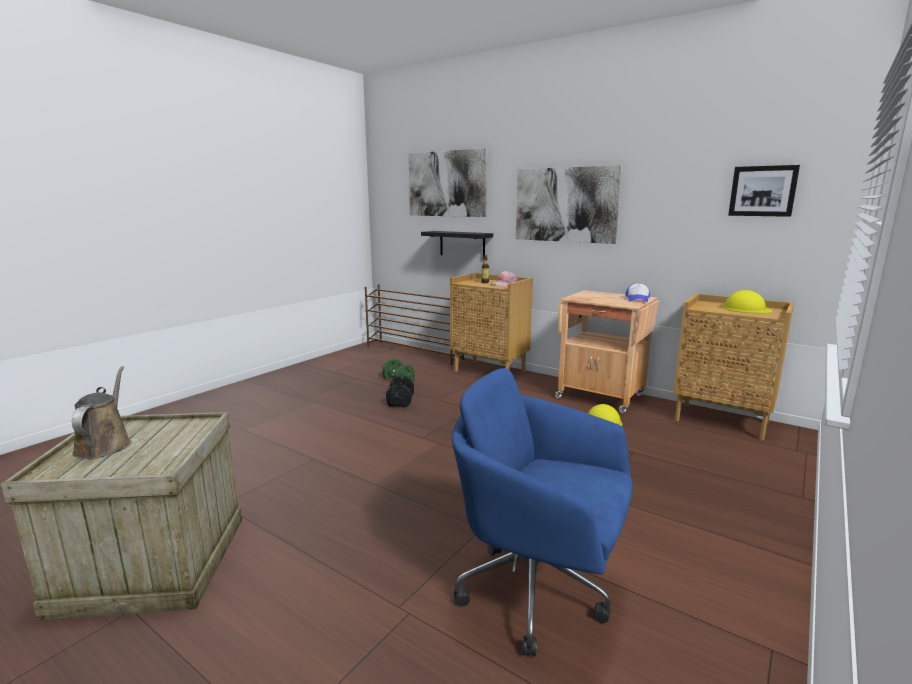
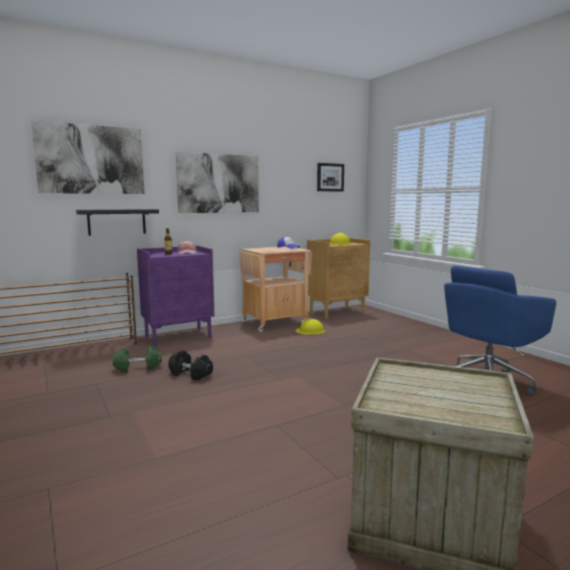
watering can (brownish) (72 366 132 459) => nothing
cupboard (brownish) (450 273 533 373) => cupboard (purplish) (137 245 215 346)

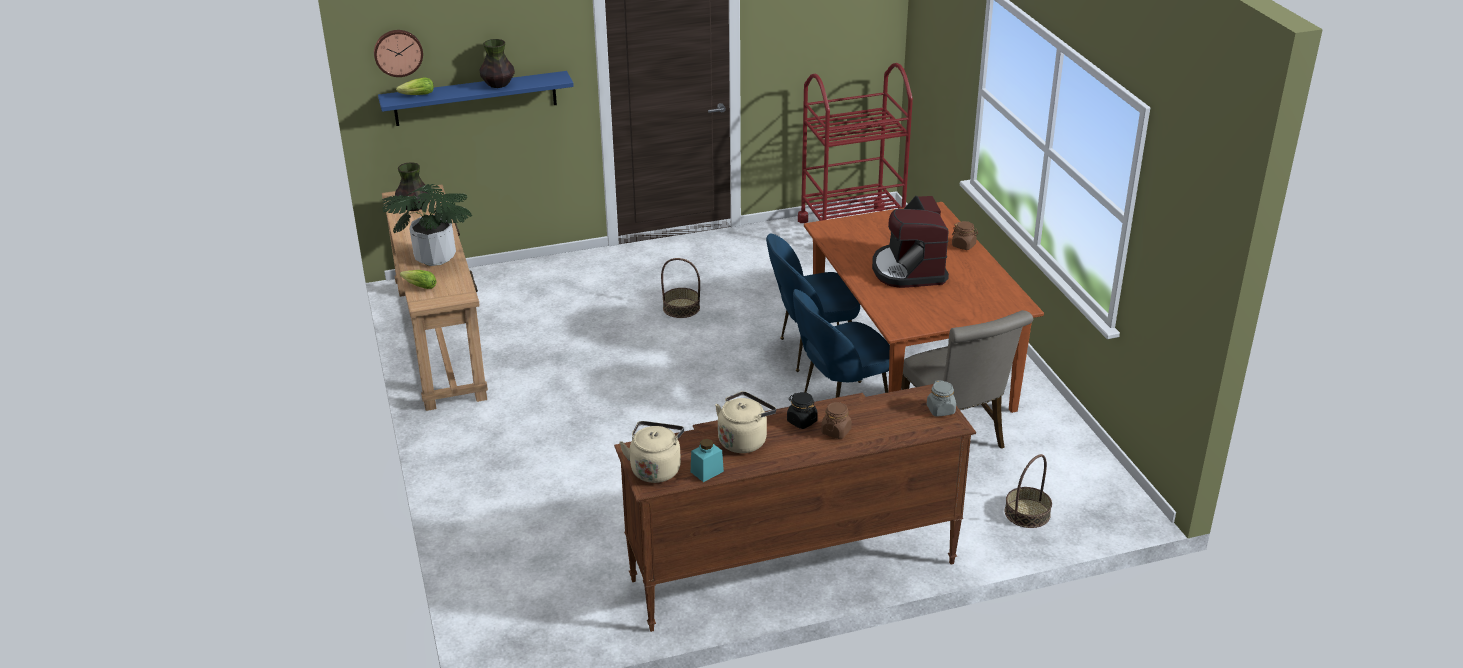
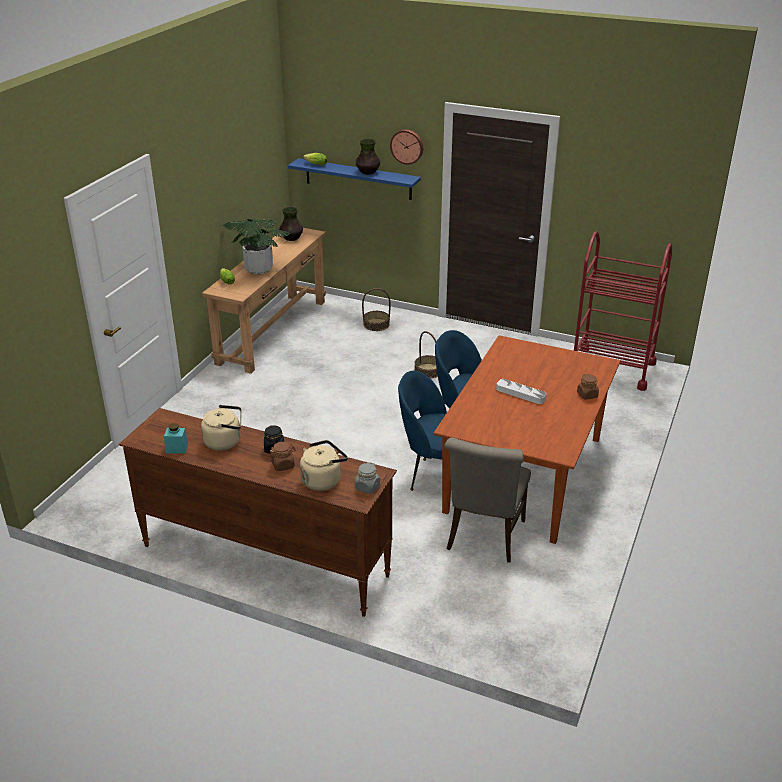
clock on the wall (374 30 423 77) => clock on the wall (390 130 423 165), moved
water kettle (beige) (619 421 684 483) => water kettle (beige) (300 440 348 491), moved
basket (1005 454 1052 528) => basket (362 288 391 331), moved
coffee maker (872 196 949 288) => serving tray (white-coloured) (496 379 547 404)

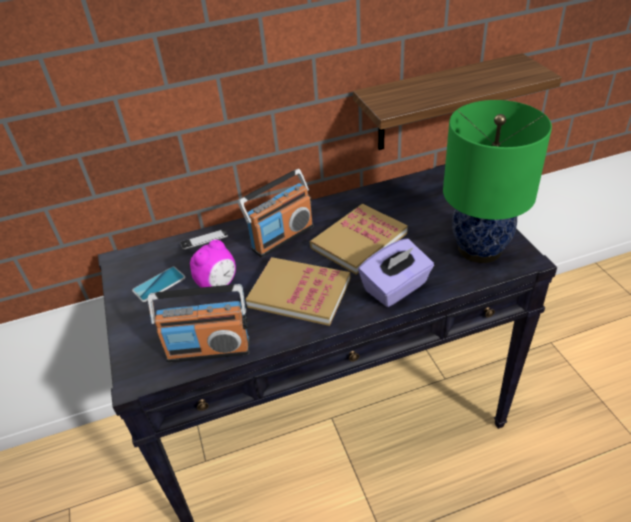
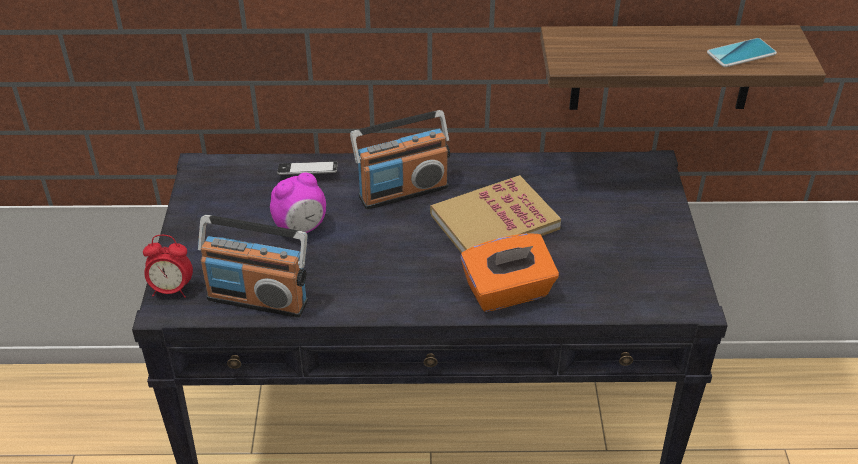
book (246 257 350 326) => nothing
lamp for a table (green) (443 100 552 263) => nothing
nothing => alarm clock (143 235 193 298)
telephone (132 267 185 302) => telephone (707 38 777 67), moved
tissue holder (purplish) (358 238 434 307) => tissue holder (orangey) (461 233 559 312)

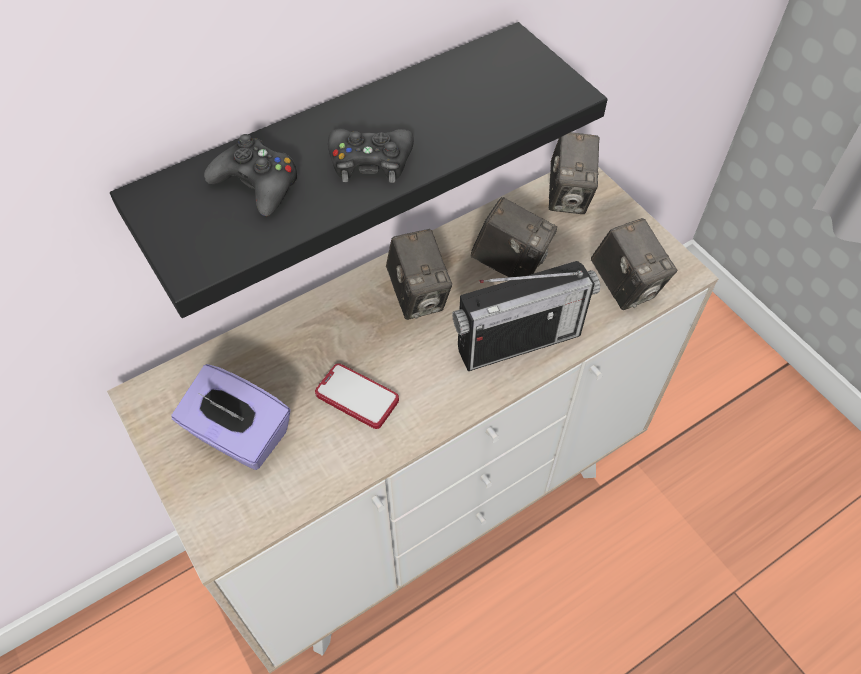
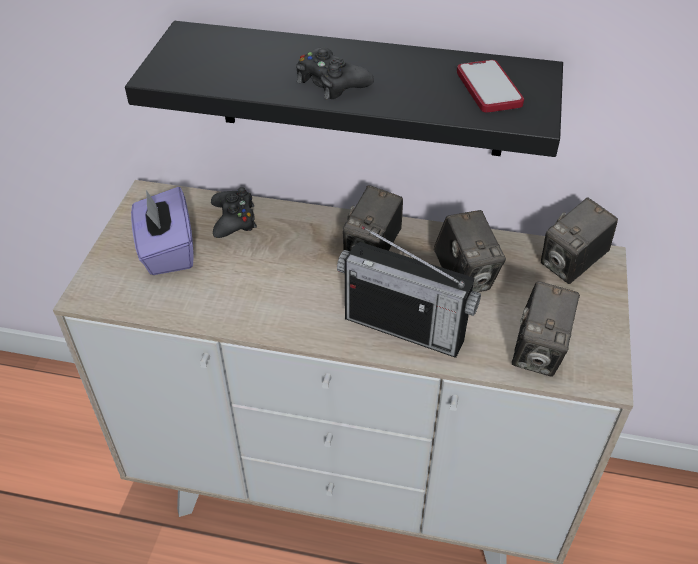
joypad (black-coloured) (204 134 298 216) => joypad (black-coloured) (211 187 257 238), moved
telephone (315 363 399 429) => telephone (457 60 524 113), moved

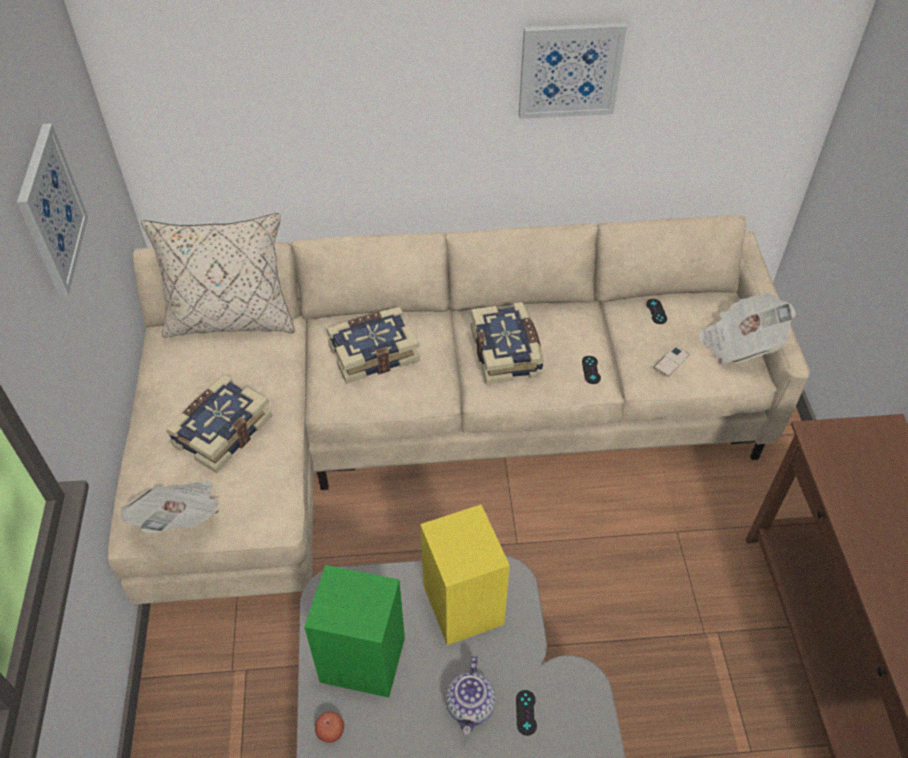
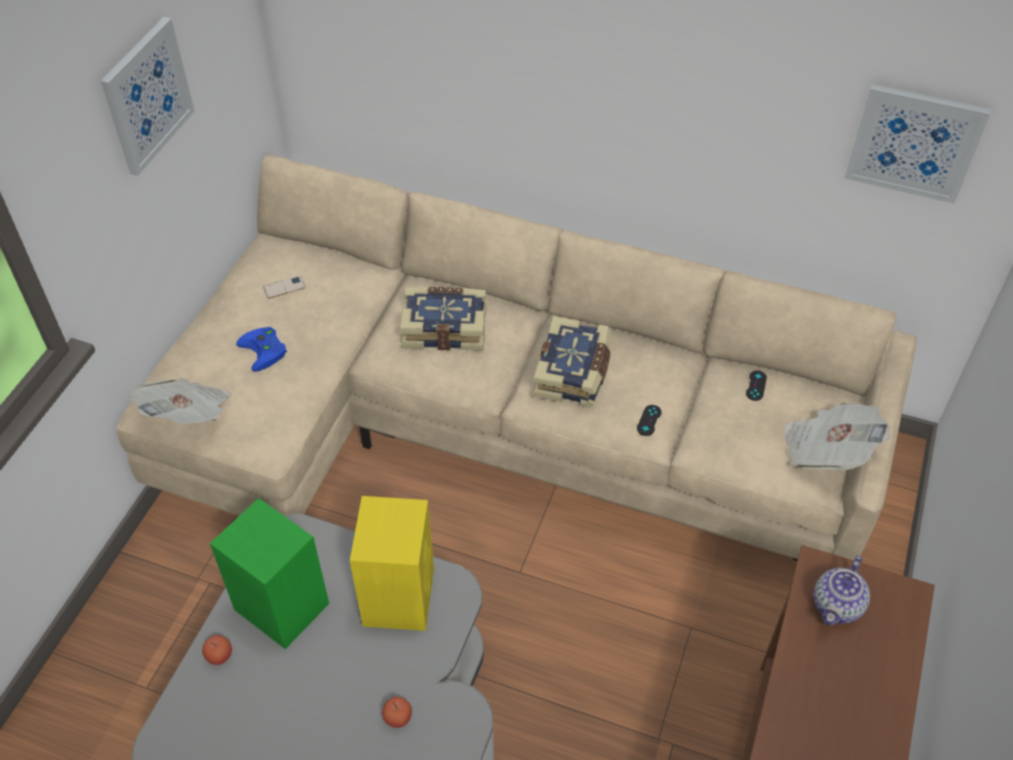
throw pillow (beige) (141 213 295 338) => nothing
teapot (446 655 496 735) => teapot (814 556 870 626), moved
wall picture (519 22 627 119) => wall picture (844 84 991 204), moved
telephone (654 346 690 377) => telephone (263 276 306 299), moved
book (166 375 272 473) => joypad (blue) (236 327 287 371)
joypad (black-coloured) (516 690 537 736) => apple fruit (382 697 412 728)

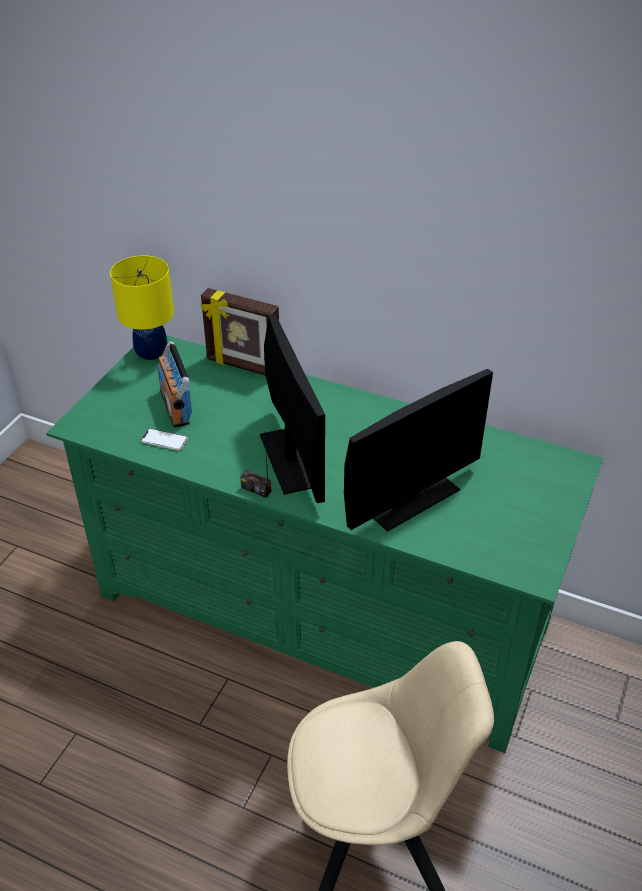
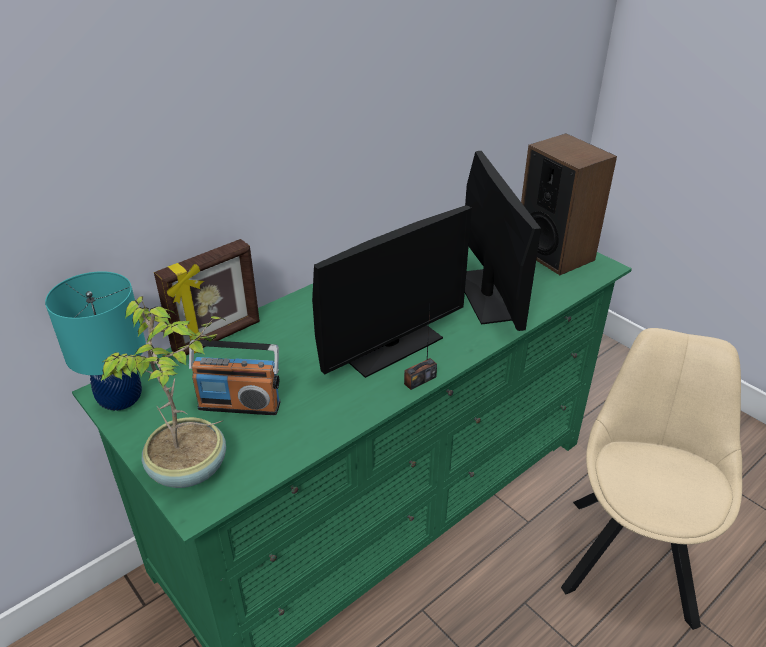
telephone (140 428 188 451) => nothing
nothing => houseplant (100 296 226 488)
nothing => loudspeaker (521 133 617 275)
lamp for a table (yellow) (110 255 174 360) => lamp for a table (blue-green) (45 271 146 411)
computer display (260 314 325 503) => computer display (312 205 472 378), 135 degrees clockwise

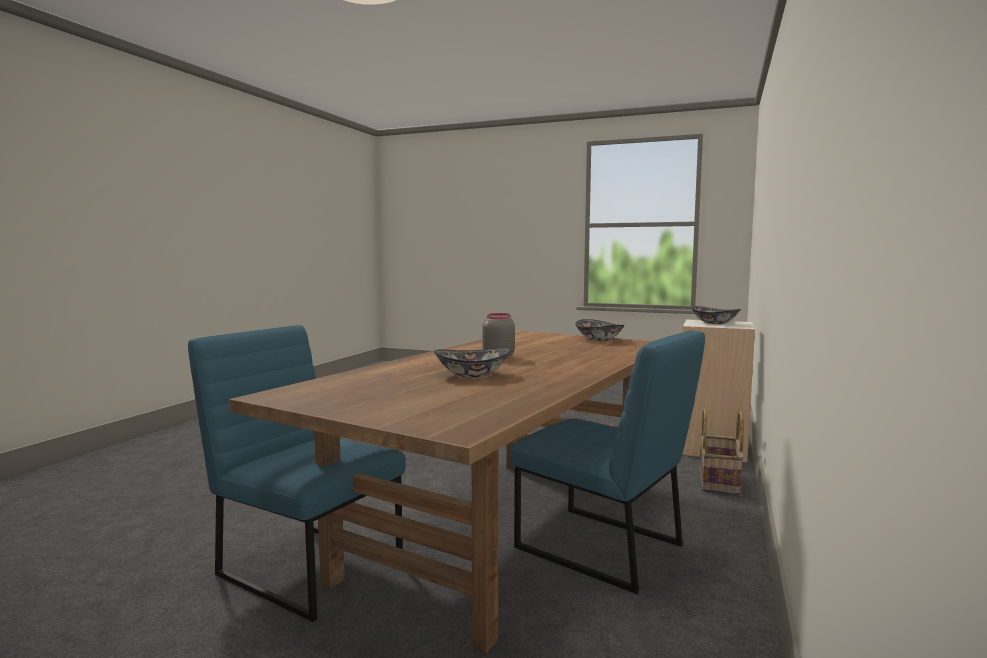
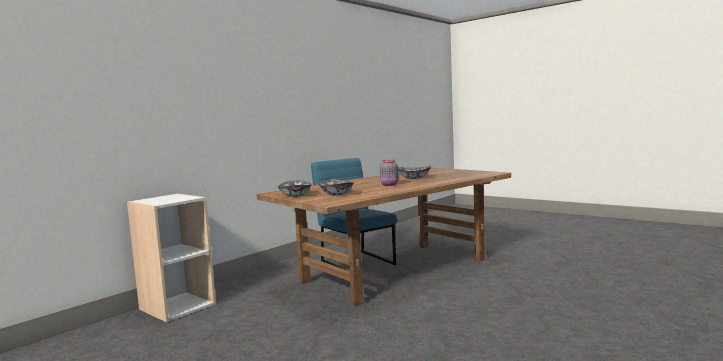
chair (blue) (188 325 406 622) => nothing
basket (700 409 744 495) => nothing
deep dish (691 306 741 324) => deep dish (319 179 354 195), moved

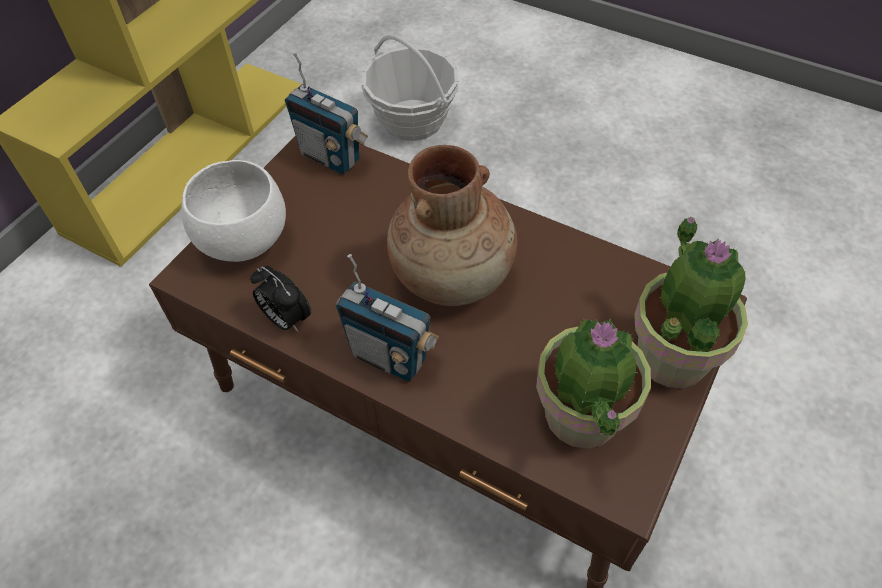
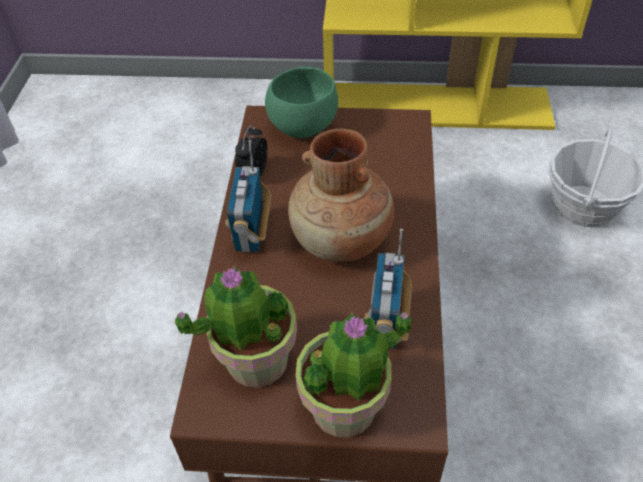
radio (285 53 368 174) => radio (364 229 412 349), moved
deep dish (white-coloured) (181 160 286 262) => deep dish (green) (265 67 338 138)

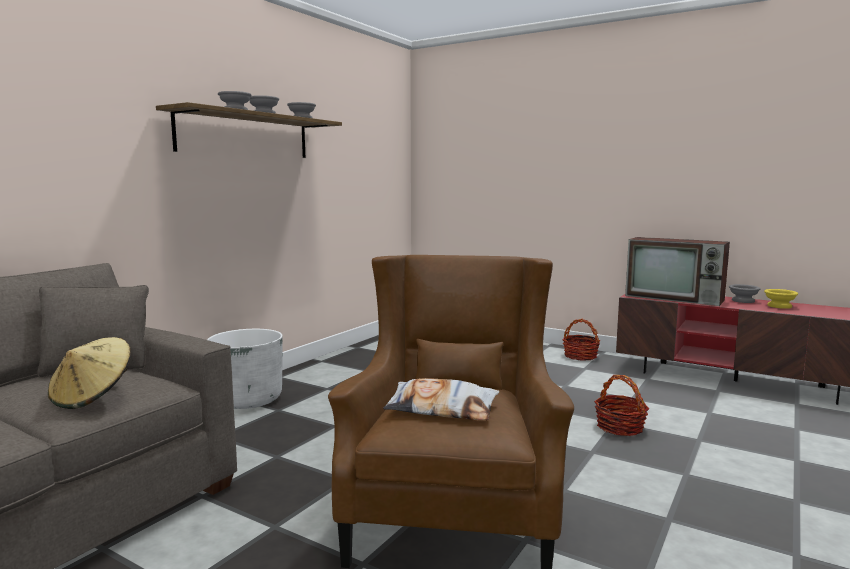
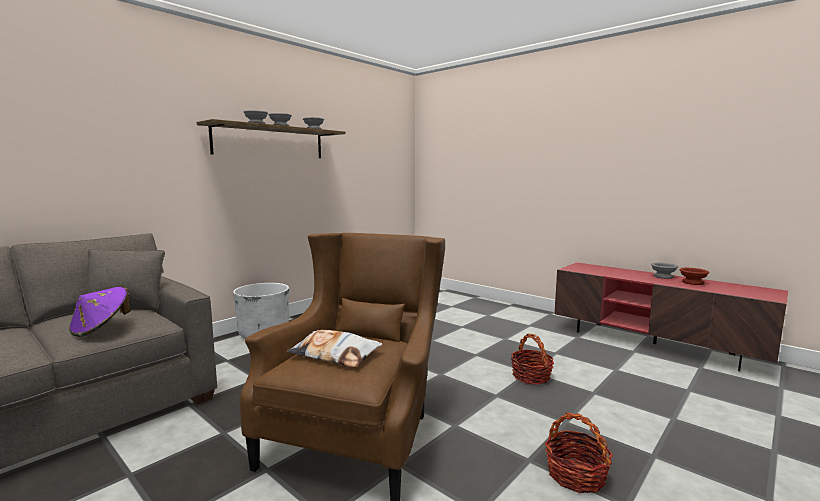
TV (625 237 730 306) => nothing
basket (562 319 600 361) => basket (545 412 613 493), moved
wearable hat (beige) (48 337 131 409) => wearable hat (purplish) (69 287 131 337)
deep dish (yellow) (764 289 798 309) => deep dish (brownish) (680 268 709 285)

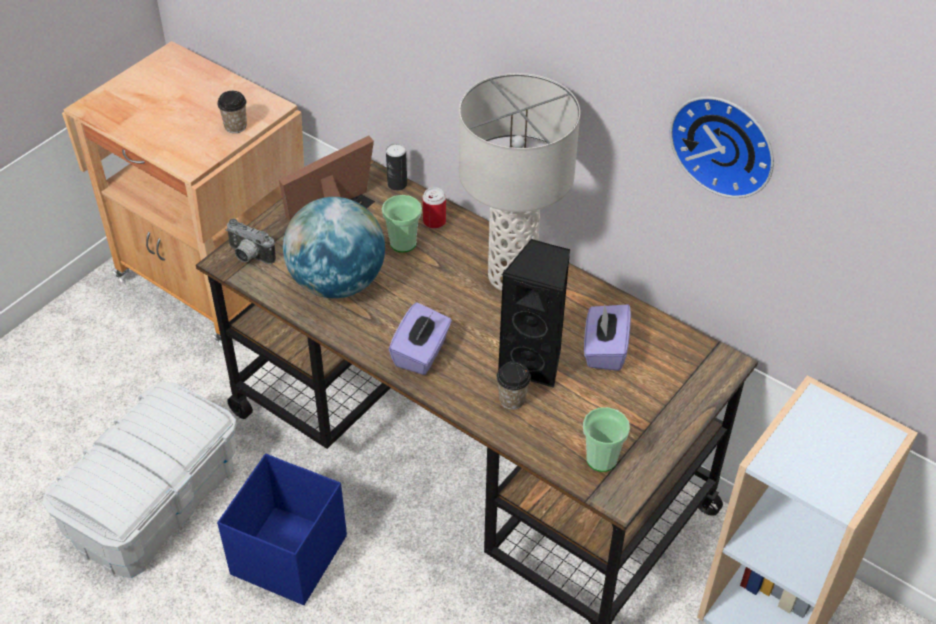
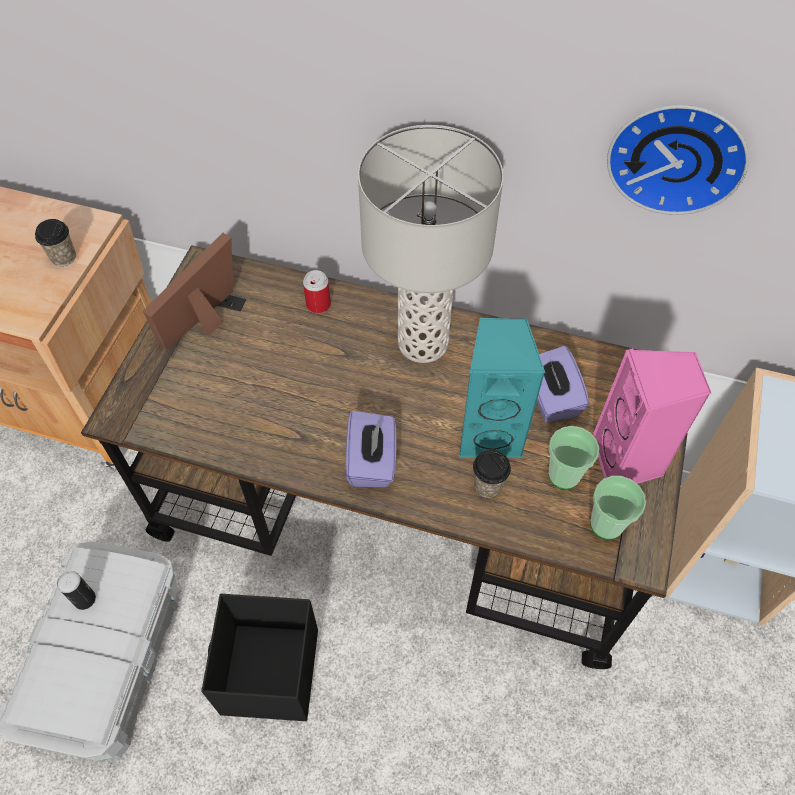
still camera (226 219 276 264) => nothing
globe (283 197 385 298) => nothing
nothing => loudspeaker (pinkish) (593 349 711 484)
drinking cup (382 195 422 253) => drinking cup (548 426 599 490), moved
metal can (386 143 407 191) => metal can (57 571 96 610), moved
storage box (blue) (217 454 347 605) => storage box (black-coloured) (201 594 318 721)
loudspeaker (black-coloured) (497 239 570 388) => loudspeaker (blue-green) (459 318 545 458)

